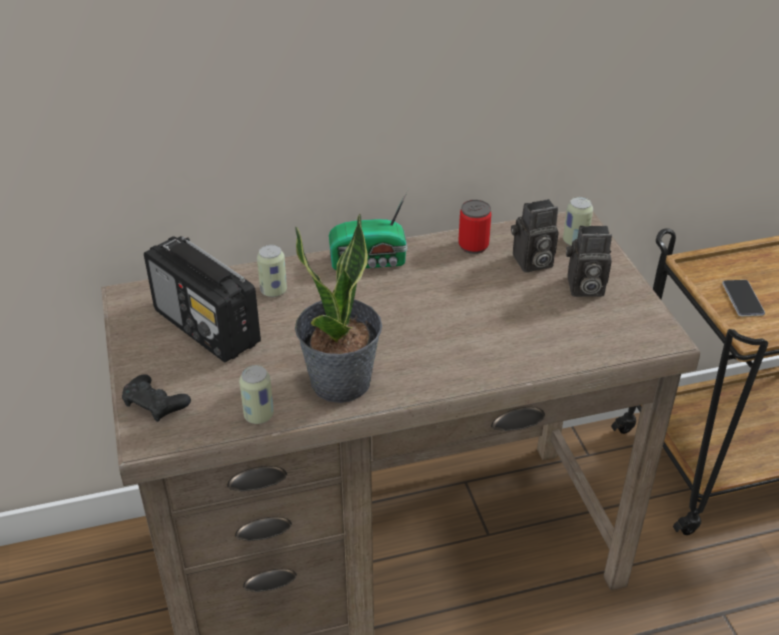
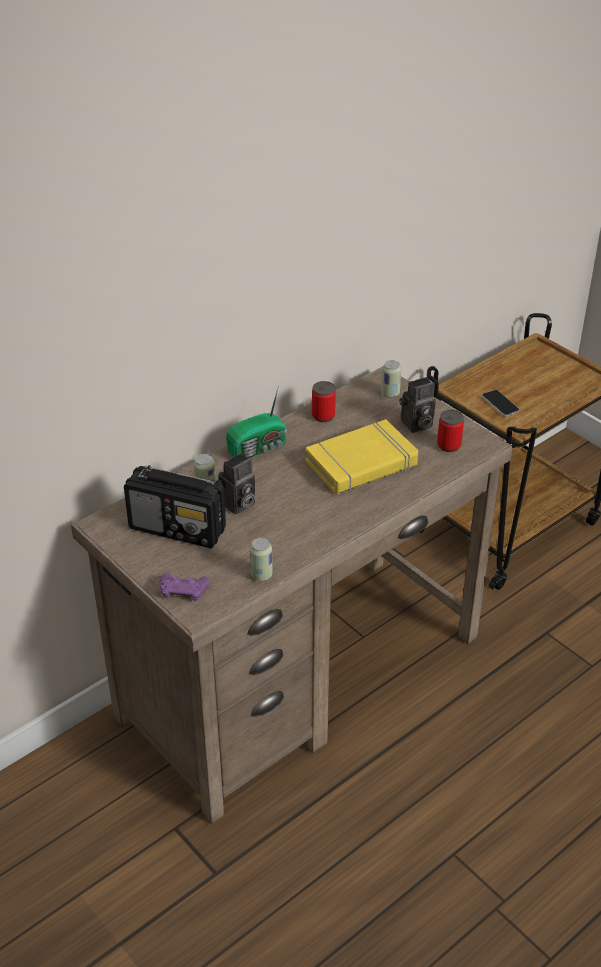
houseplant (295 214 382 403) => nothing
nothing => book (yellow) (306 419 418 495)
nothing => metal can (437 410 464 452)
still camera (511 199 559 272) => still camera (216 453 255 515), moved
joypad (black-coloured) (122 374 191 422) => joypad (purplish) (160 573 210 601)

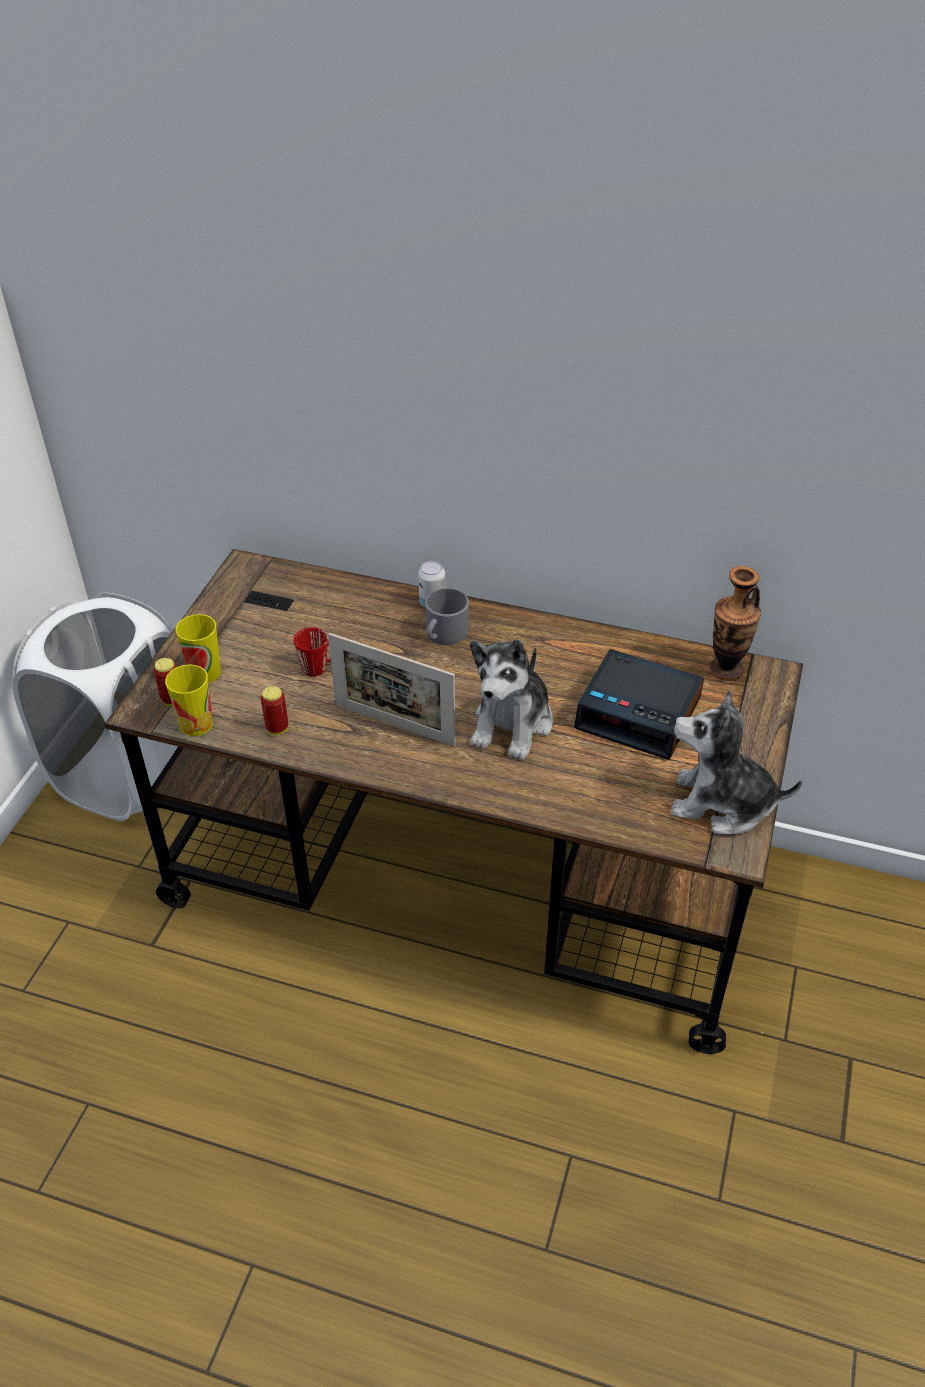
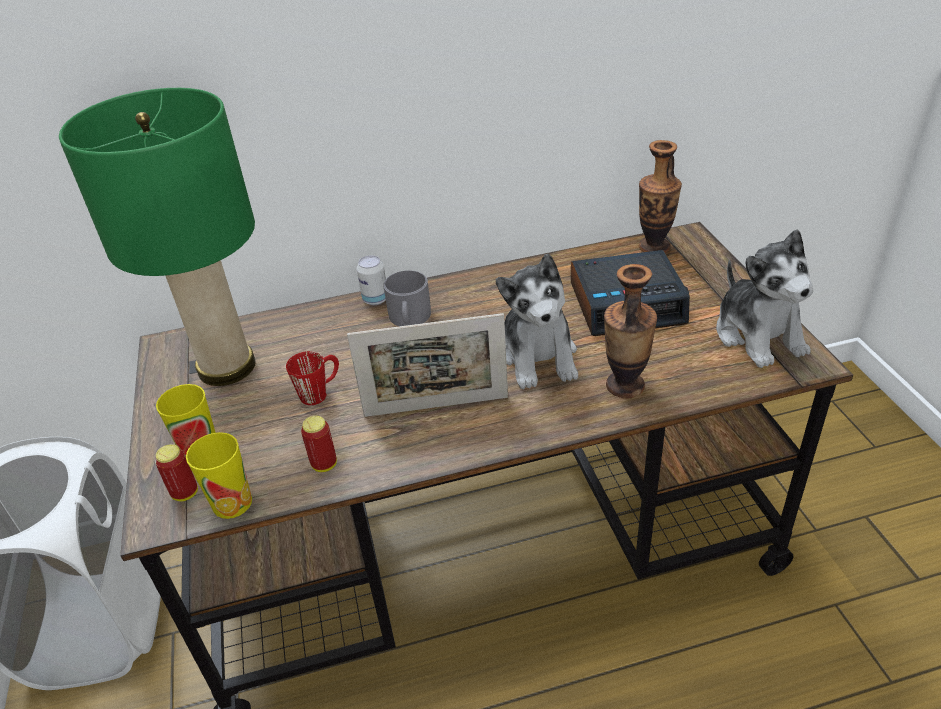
nothing => lamp for a table (green) (59 88 255 386)
nothing => vase (604 264 657 398)
cuddly toy (671 689 802 834) => cuddly toy (716 229 813 368), 90 degrees counterclockwise

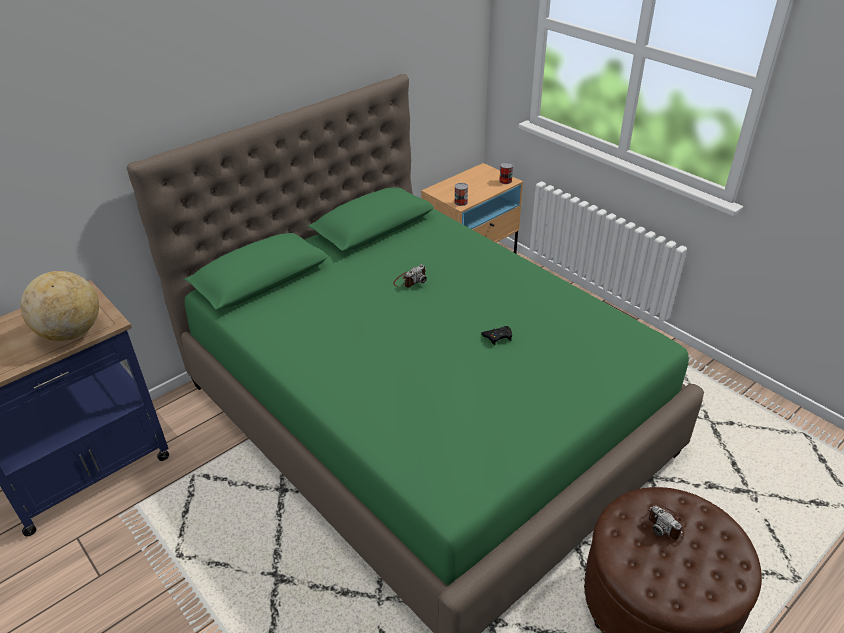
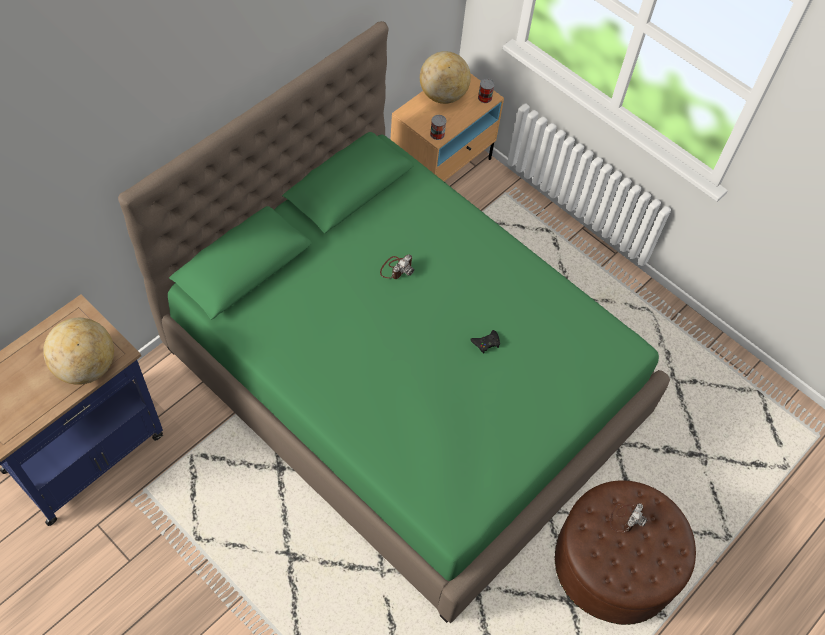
nothing => globe (420 51 471 104)
still camera (648 504 687 540) => still camera (610 503 648 533), 105 degrees counterclockwise

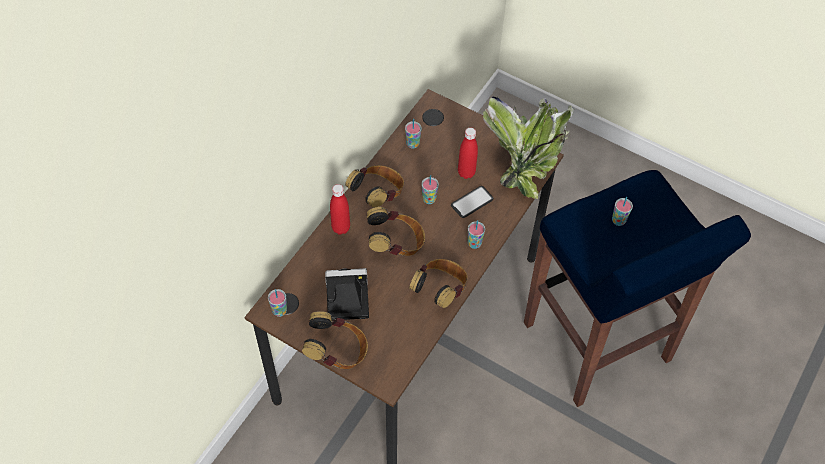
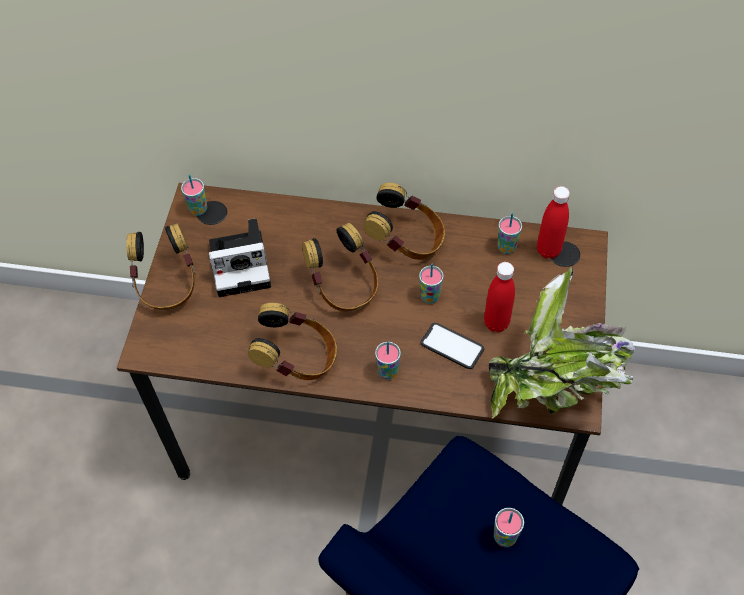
bottle (red) (330 184 350 235) => bottle (red) (537 186 570 259), moved
still camera (325 268 369 321) => still camera (209 218 271 297), 105 degrees clockwise

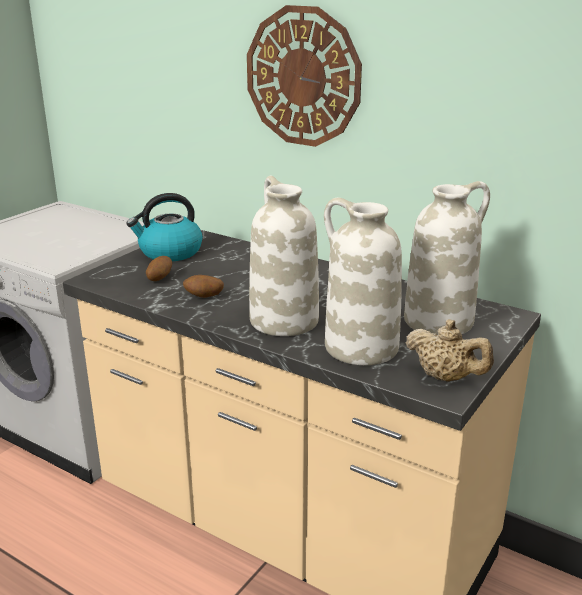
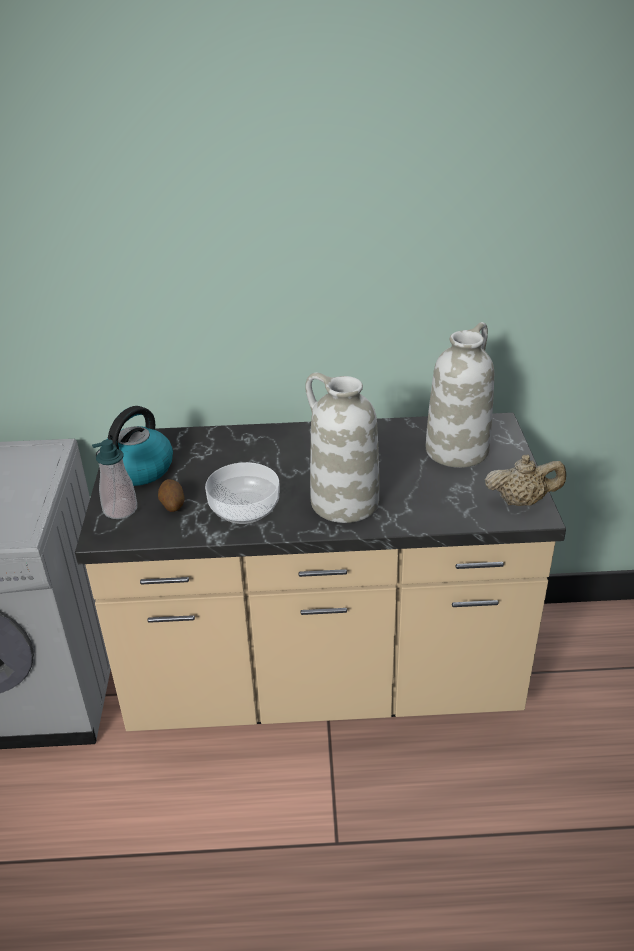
clock on the wall (247 5 362 147) => nothing
vase (white-coloured) (324 198 402 365) => nothing
nothing => soap bottle (92 439 137 519)
whole potato (183 275 224 298) => deep dish (205 462 280 524)

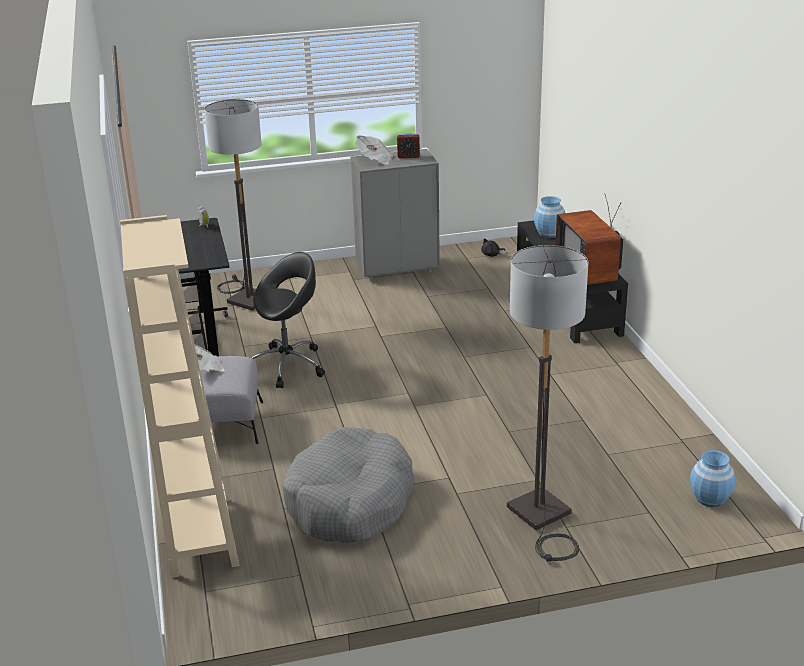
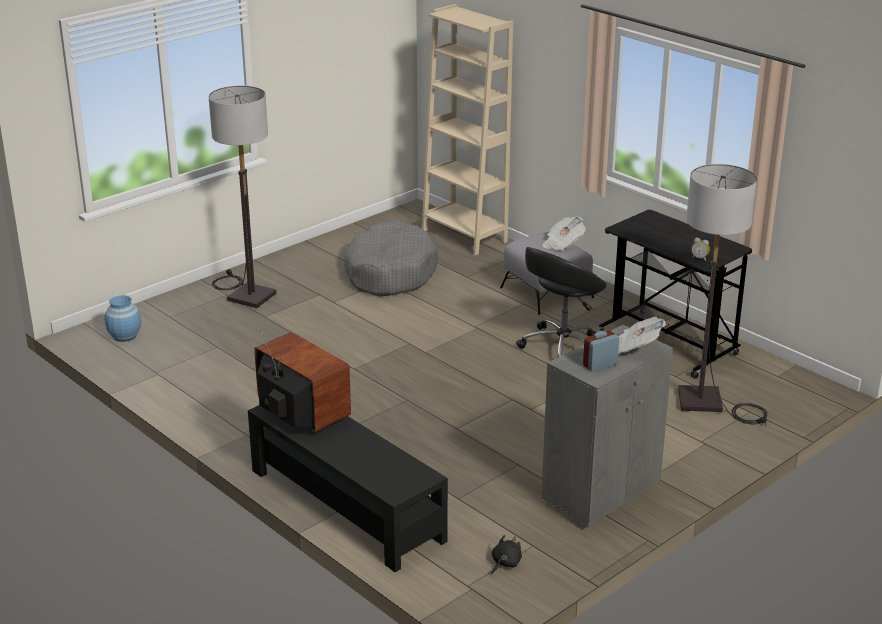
vase (blue) (534 196 565 238) => nothing

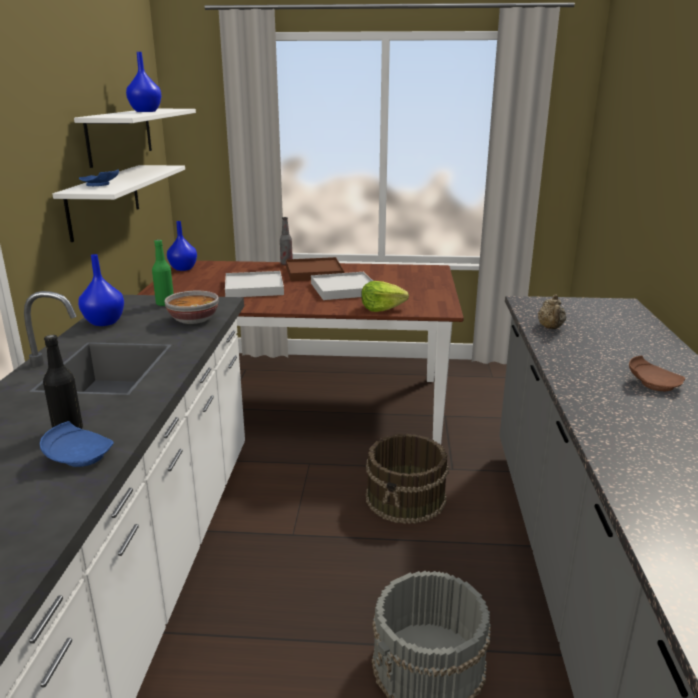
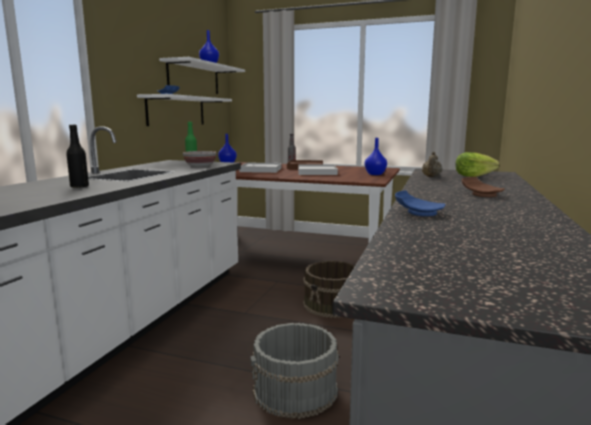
flat dish (blue) (40 421 114 467) => flat dish (blue) (395 190 446 216), moved
vase (blue) (78 254 124 326) => vase (blue) (365 138 387 175), moved
lettuce (361 281 409 312) => lettuce (456 152 500 177), moved

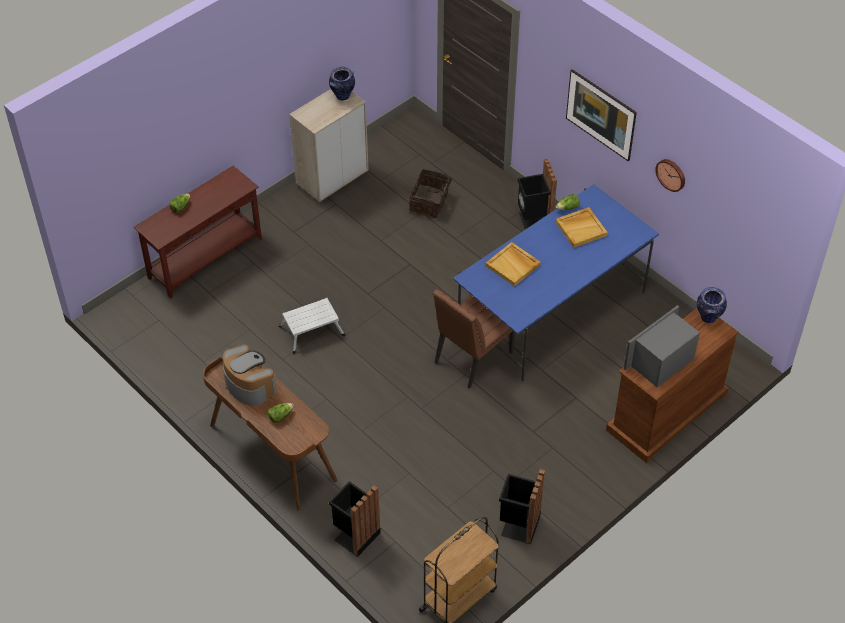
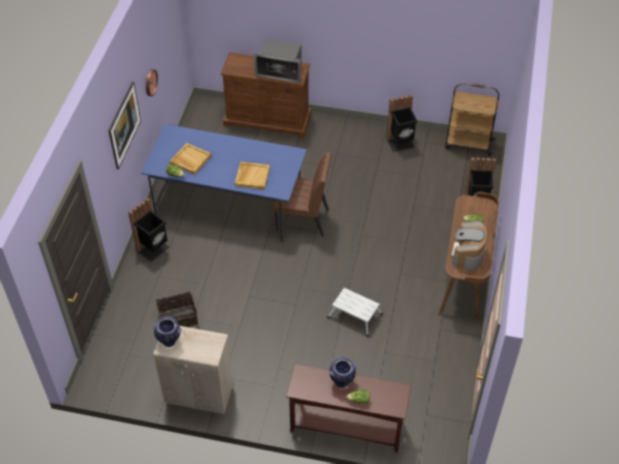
vase (697 287 727 323) => vase (329 357 357 388), moved

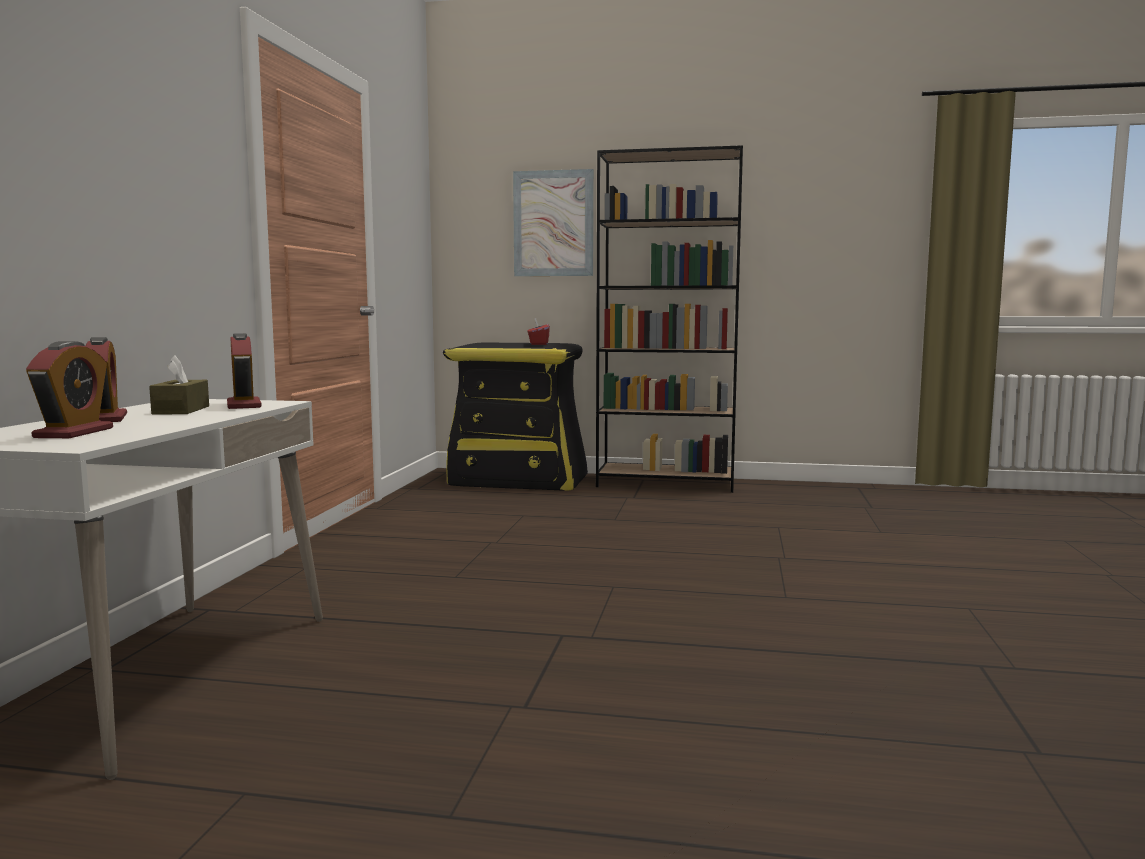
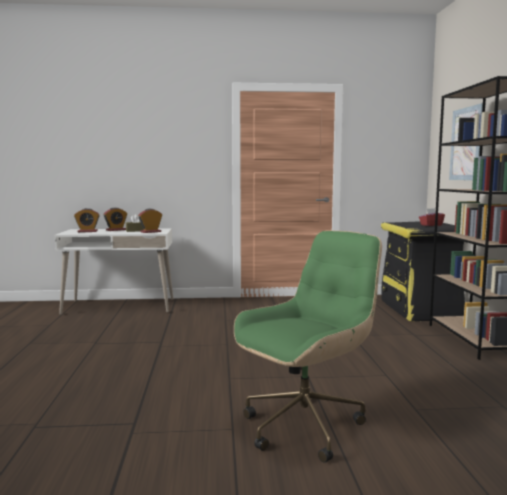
nothing => computer chair (green) (234 231 382 463)

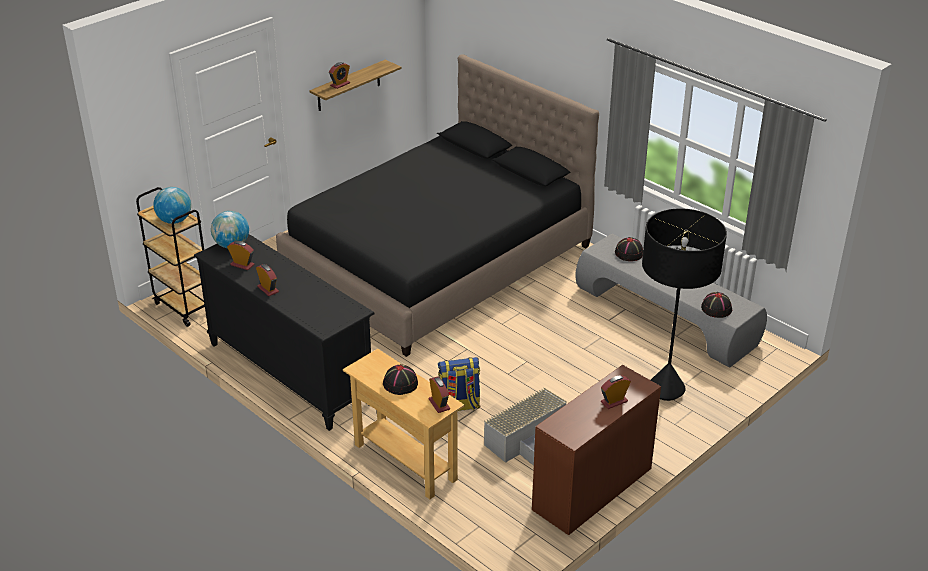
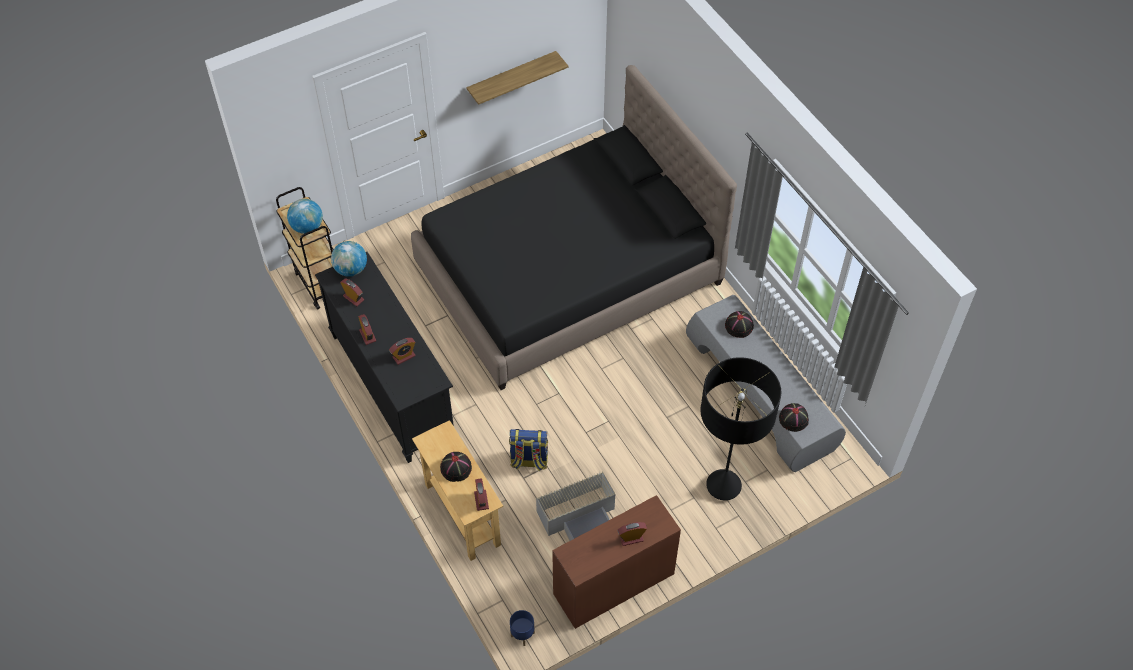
nothing => planter (blue) (510 610 535 646)
alarm clock (329 62 350 89) => alarm clock (389 338 416 365), moved

